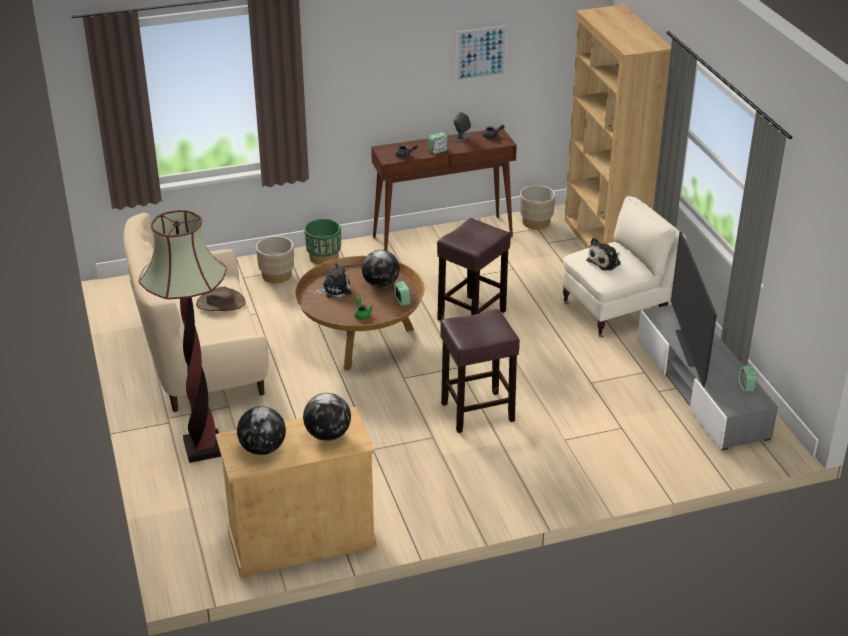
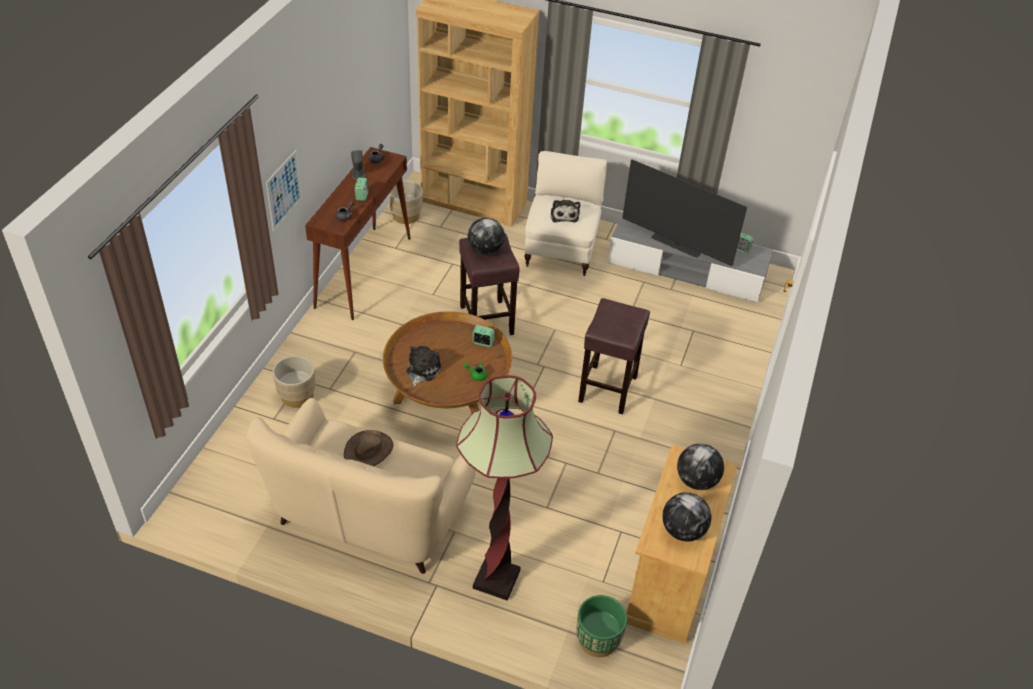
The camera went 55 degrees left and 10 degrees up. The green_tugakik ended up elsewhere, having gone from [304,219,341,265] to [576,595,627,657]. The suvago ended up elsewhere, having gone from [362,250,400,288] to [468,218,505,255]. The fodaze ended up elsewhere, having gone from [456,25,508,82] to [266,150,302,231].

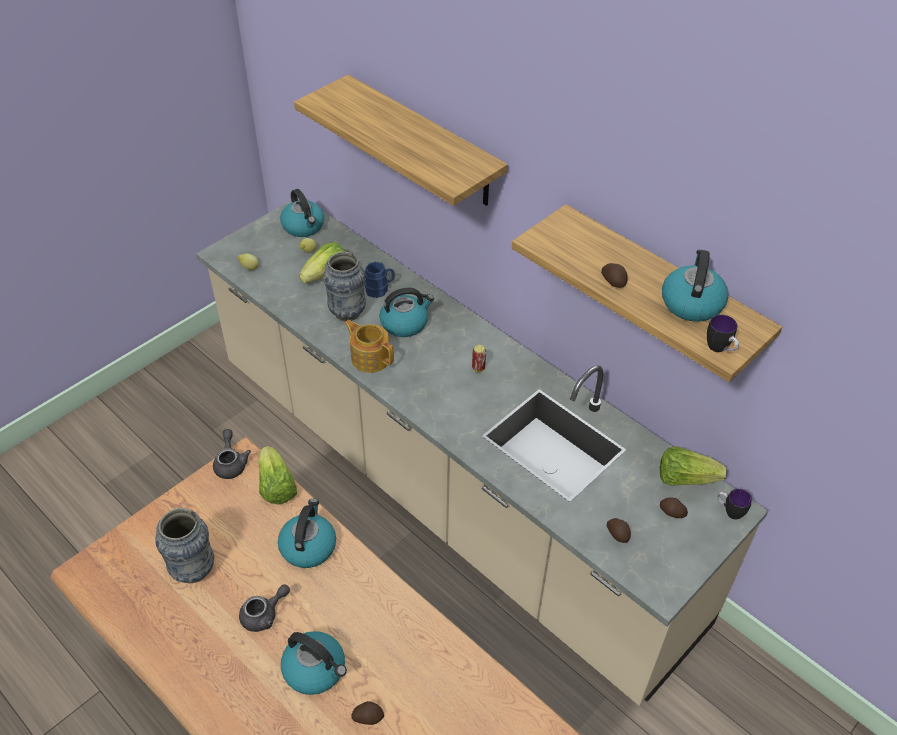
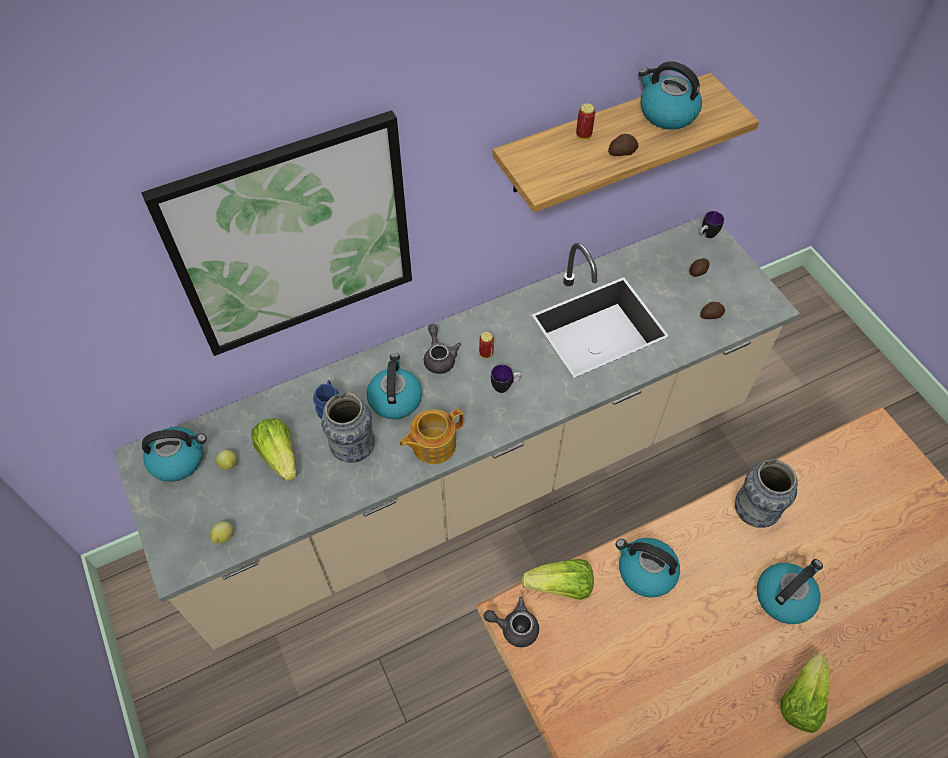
The camera went 70 degrees left and 10 degrees up. The second view lost the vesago at [351,701,384,725]. The second view gained the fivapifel at [576,103,595,140]. The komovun ended up elsewhere, having gone from [155,508,214,583] to [735,459,798,528]. The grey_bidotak ended up elsewhere, having gone from [239,585,290,632] to [424,324,461,374]. The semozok ended up elsewhere, having gone from [660,446,727,486] to [780,654,830,733]. The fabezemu ended up elsewhere, having gone from [707,314,739,352] to [491,364,522,393]. Where the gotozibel hung at [294,75,508,206], the fodaze came to hang at [142,110,412,356].

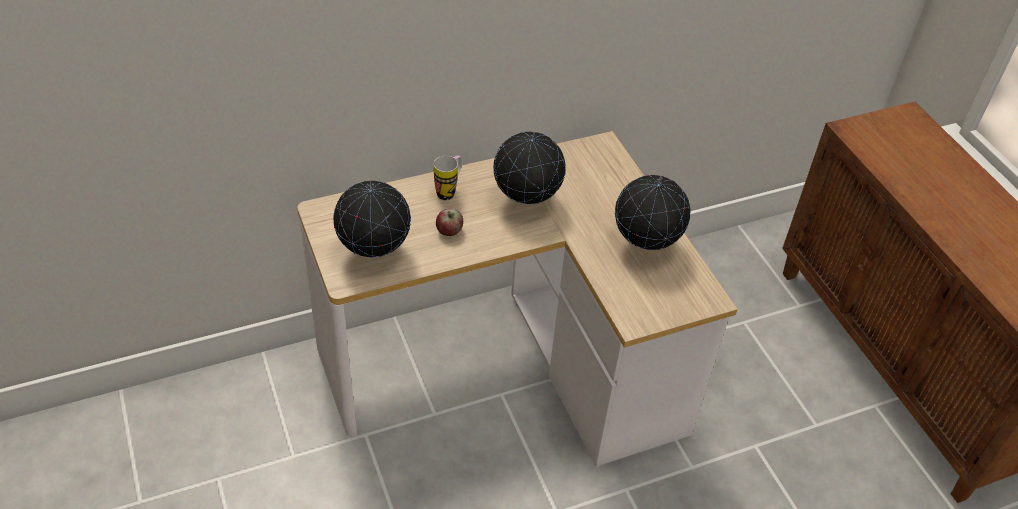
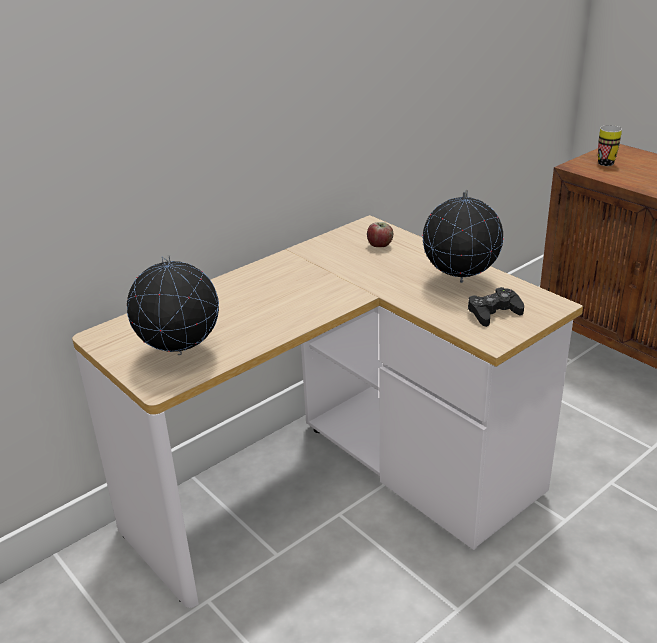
The camera went 15 degrees left and 15 degrees down. The second view lost the suvago at [493,131,566,204]. The second view gained the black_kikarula at [468,287,524,327]. The fabezemu ended up elsewhere, having gone from [434,155,462,200] to [598,125,622,166]. The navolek ended up elsewhere, having gone from [436,209,463,236] to [367,222,393,247].

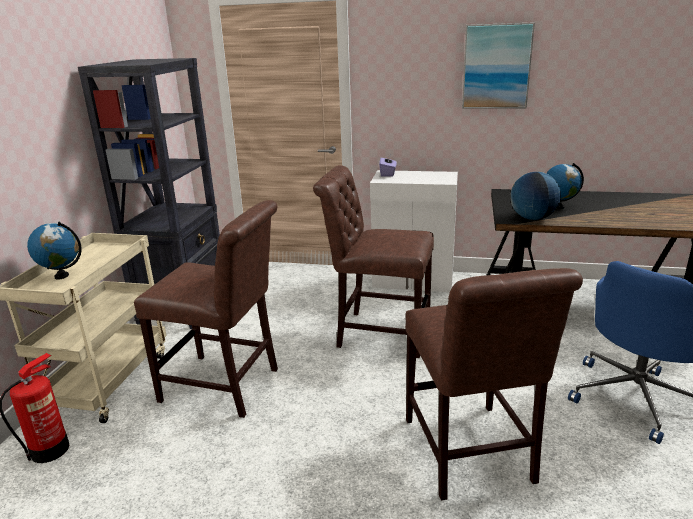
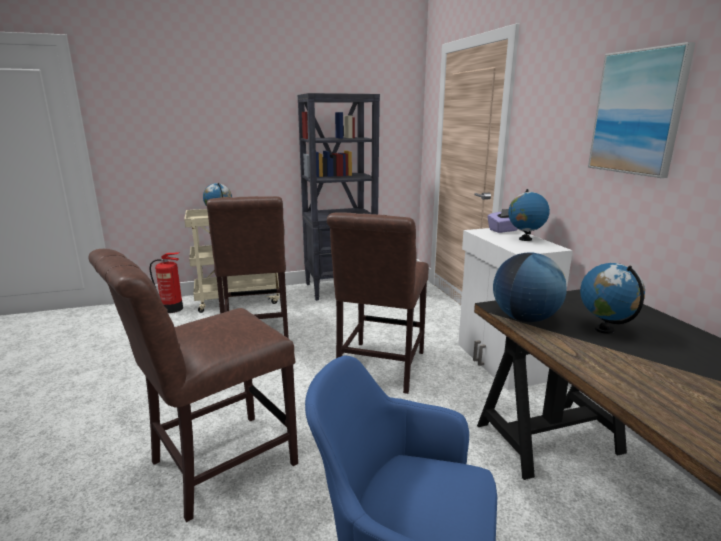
The camera went 60 degrees right and 5 degrees down. The second view gained the suvago at [508,189,550,241]. The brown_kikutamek at [313,165,434,358] ended up facing another way, 150 degrees counterclockwise from before.

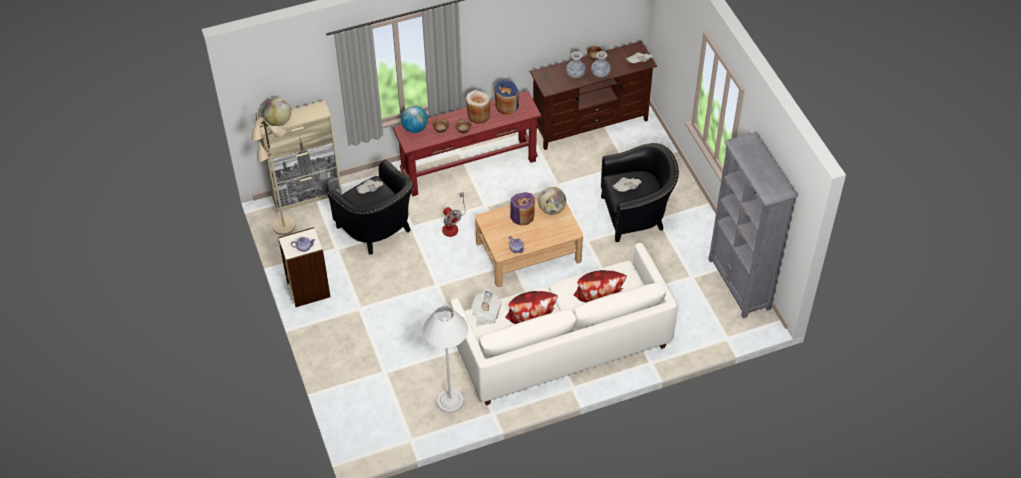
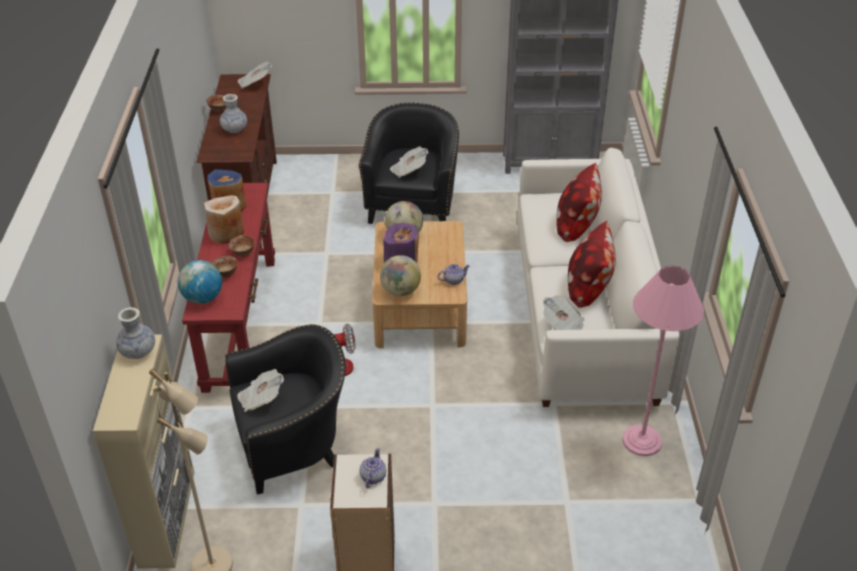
The camera went 70 degrees left and 10 degrees down. The suvago ended up elsewhere, having gone from [262,98,291,126] to [380,255,421,296]. The komovun ended up elsewhere, having gone from [591,51,611,78] to [116,307,155,359]. What was the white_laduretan at [423,306,468,413] turned into the pink_laduretan at [622,266,704,456].

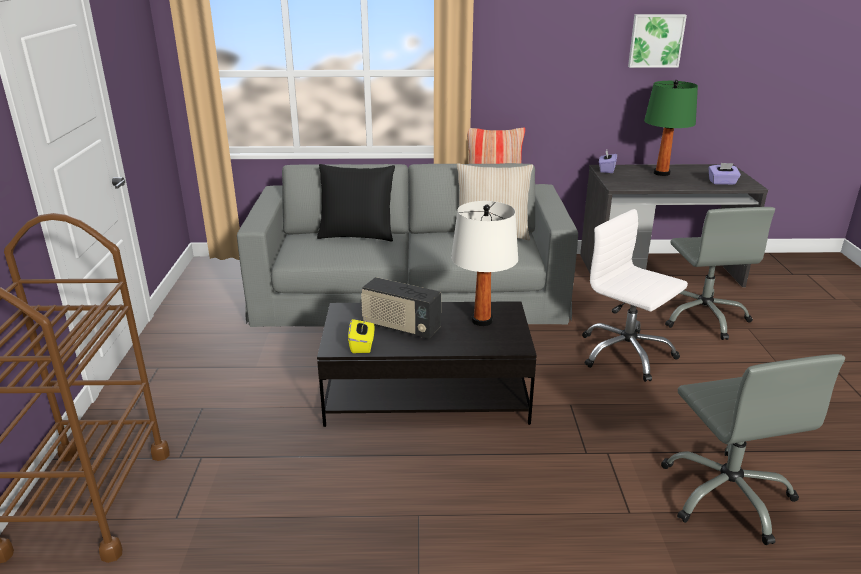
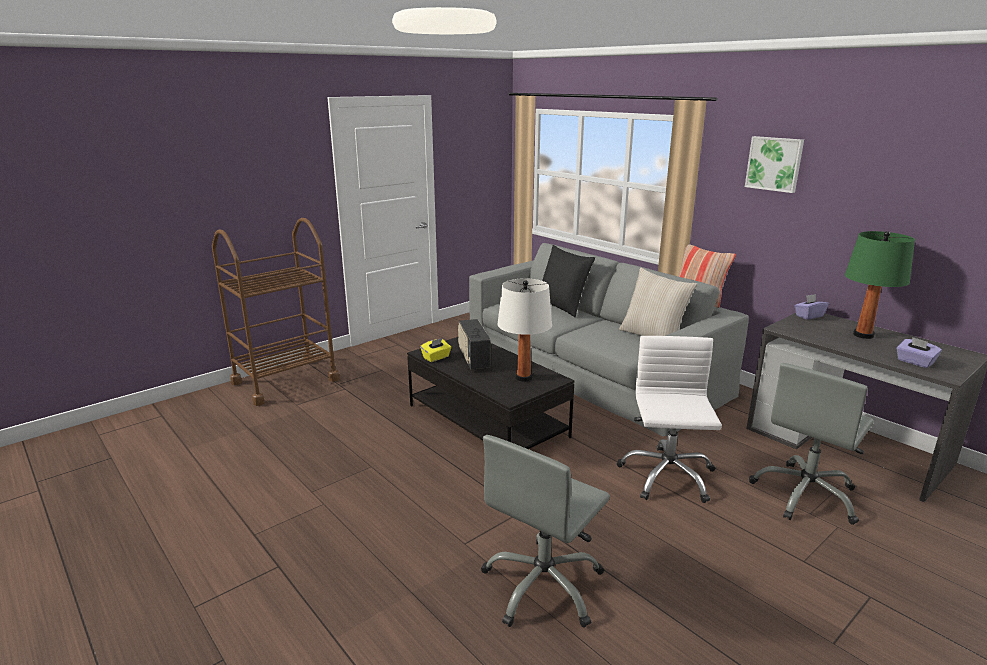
The camera went 50 degrees right and 5 degrees down. The fodaze ended up elsewhere, having gone from [628,14,687,68] to [745,136,804,193].

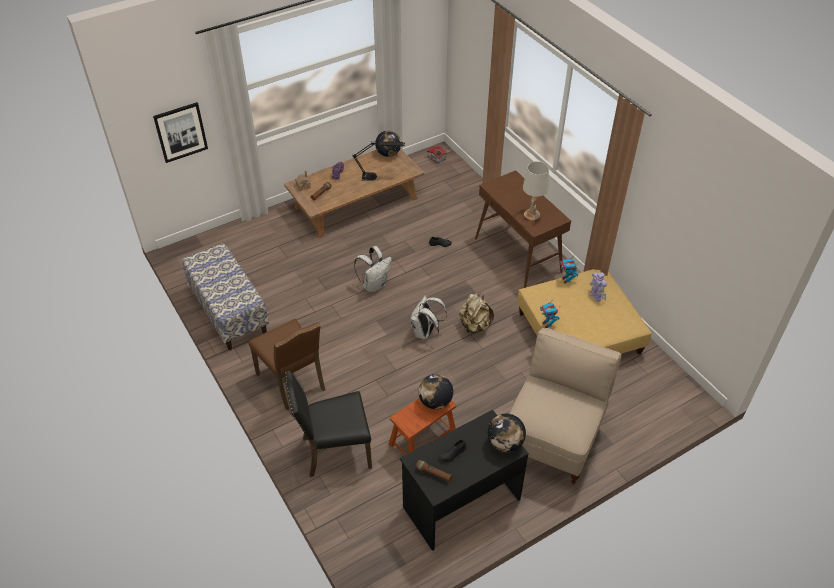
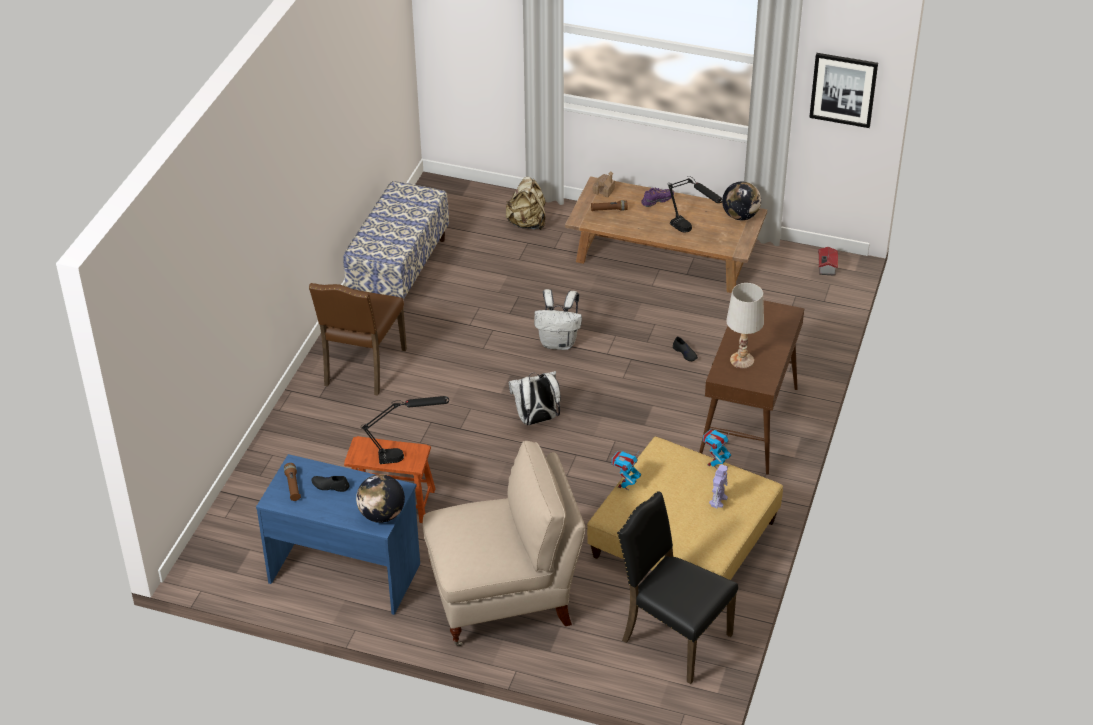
The camera went 50 degrees right and 5 degrees down. The fodaze ended up elsewhere, having gone from [153,102,208,163] to [809,53,878,128]. The black_kikutamek ended up elsewhere, having gone from [285,371,372,477] to [617,492,738,684]. The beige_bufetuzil ended up elsewhere, having gone from [459,293,494,334] to [506,177,546,230]. Where the suvago stood at [418,374,453,409], the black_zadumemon came to stand at [361,396,449,464]. What was the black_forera at [400,410,529,551] turned into the blue_forera at [256,454,420,615].

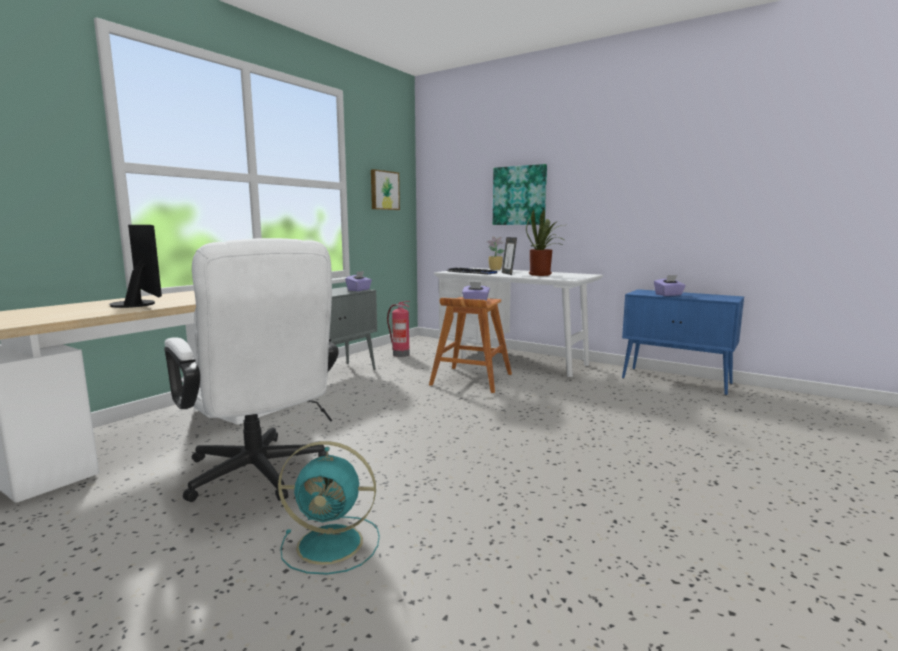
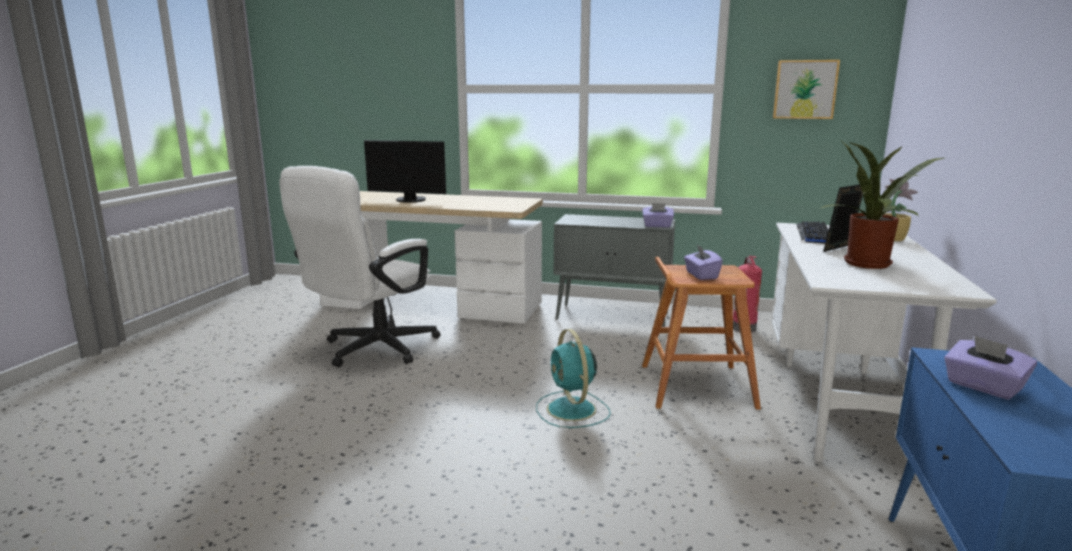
The camera went 70 degrees right and 5 degrees up. The second view lost the fodaze at [493,164,547,225]. The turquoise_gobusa ended up elsewhere, having gone from [278,441,380,575] to [536,329,611,428]. The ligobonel at [109,225,162,308] ended up facing another way, 75 degrees clockwise from before.

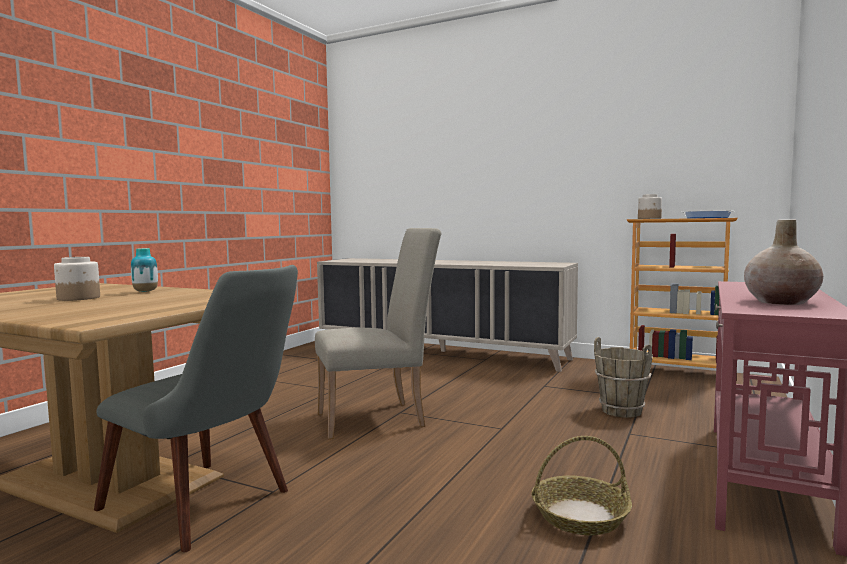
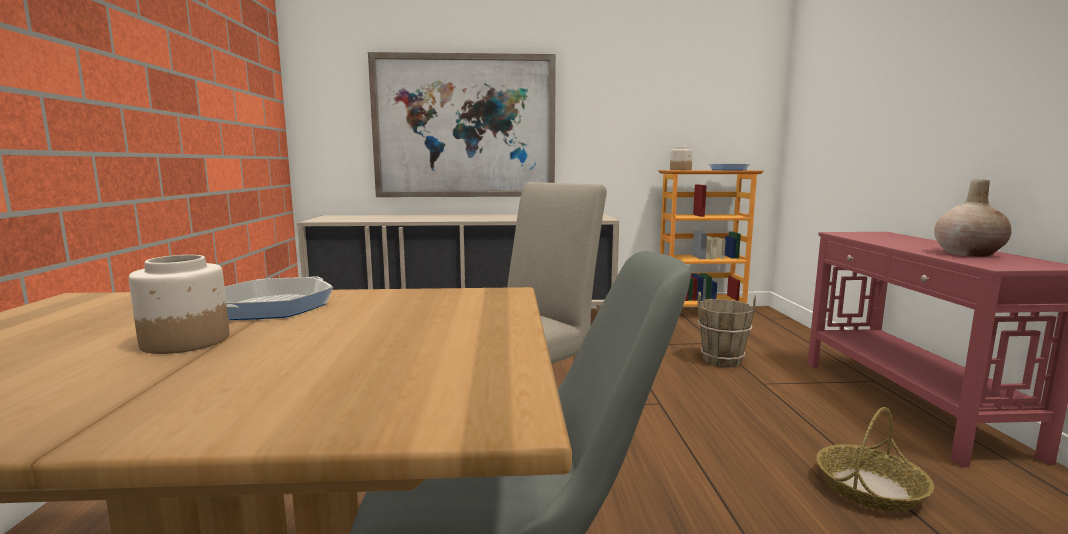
The camera went 30 degrees left and 5 degrees up. The second view gained the fodaze at [368,52,556,197]. Where the komovun stood at [131,248,158,292], the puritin came to stand at [225,277,333,320].

